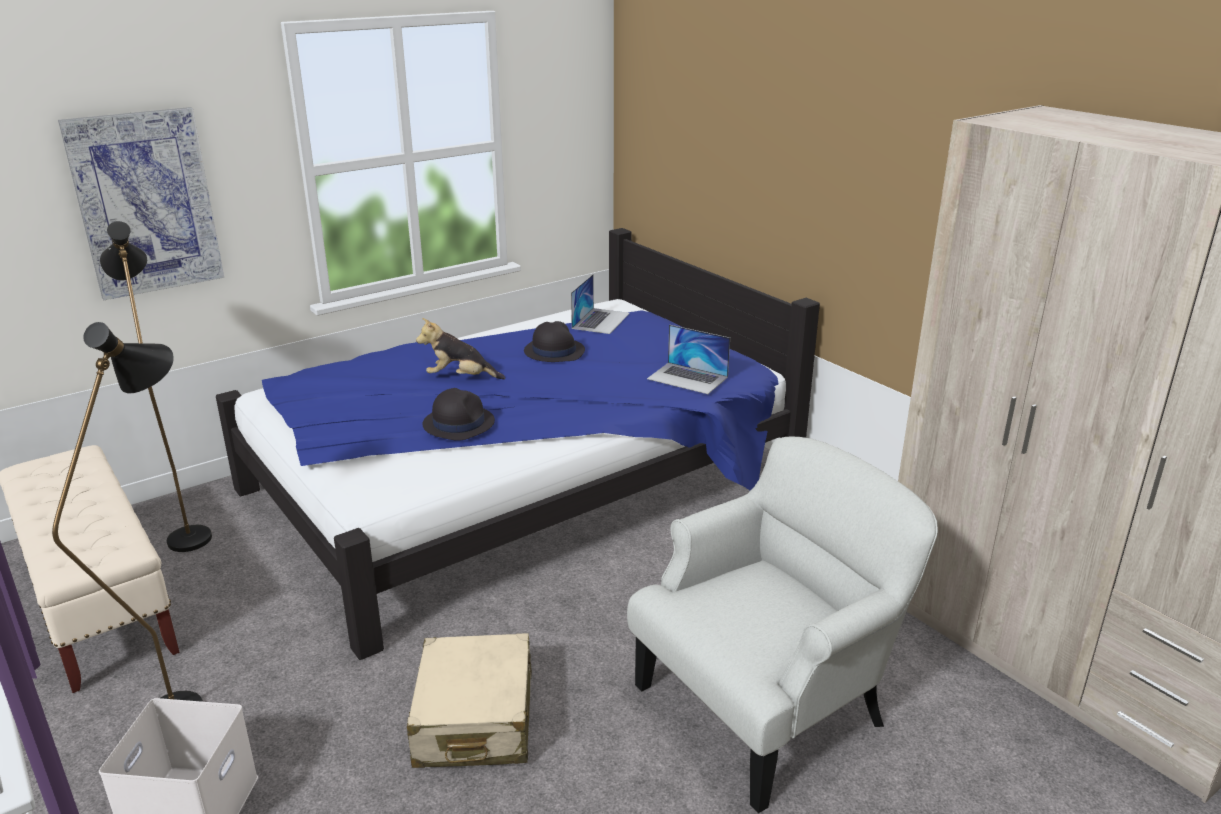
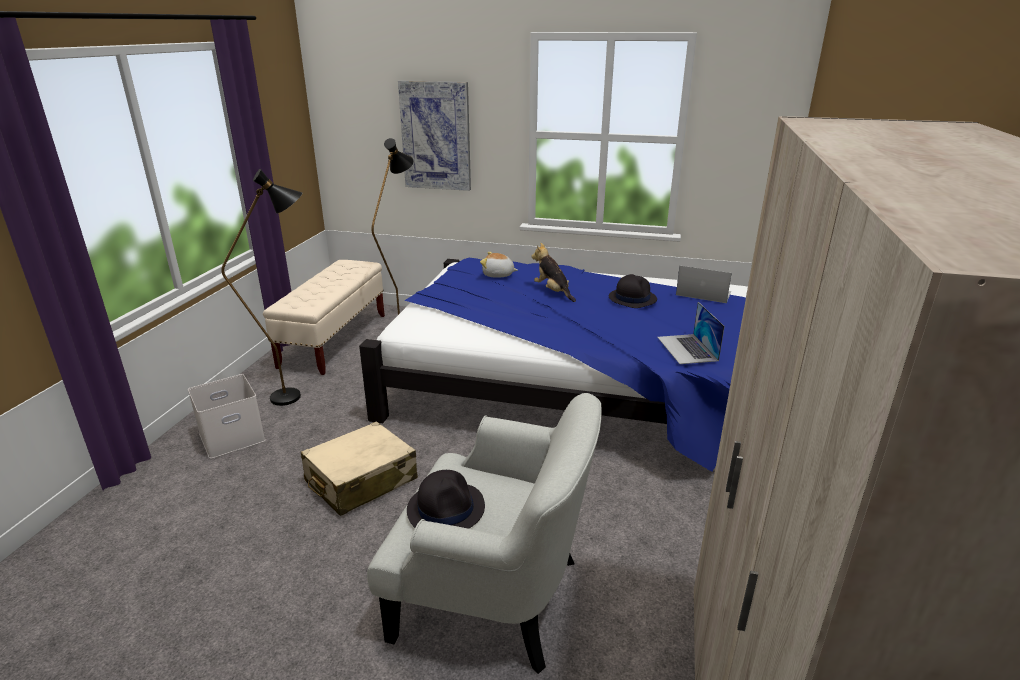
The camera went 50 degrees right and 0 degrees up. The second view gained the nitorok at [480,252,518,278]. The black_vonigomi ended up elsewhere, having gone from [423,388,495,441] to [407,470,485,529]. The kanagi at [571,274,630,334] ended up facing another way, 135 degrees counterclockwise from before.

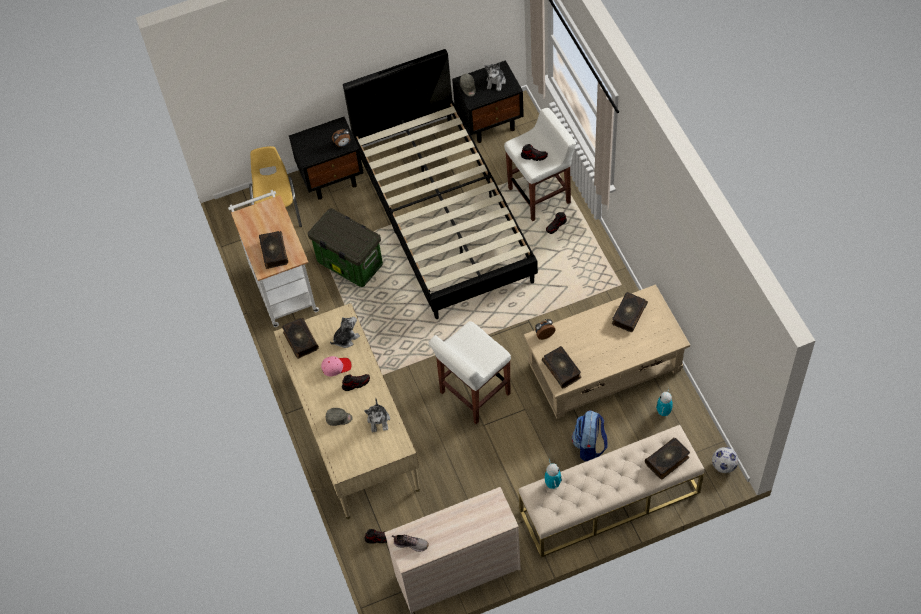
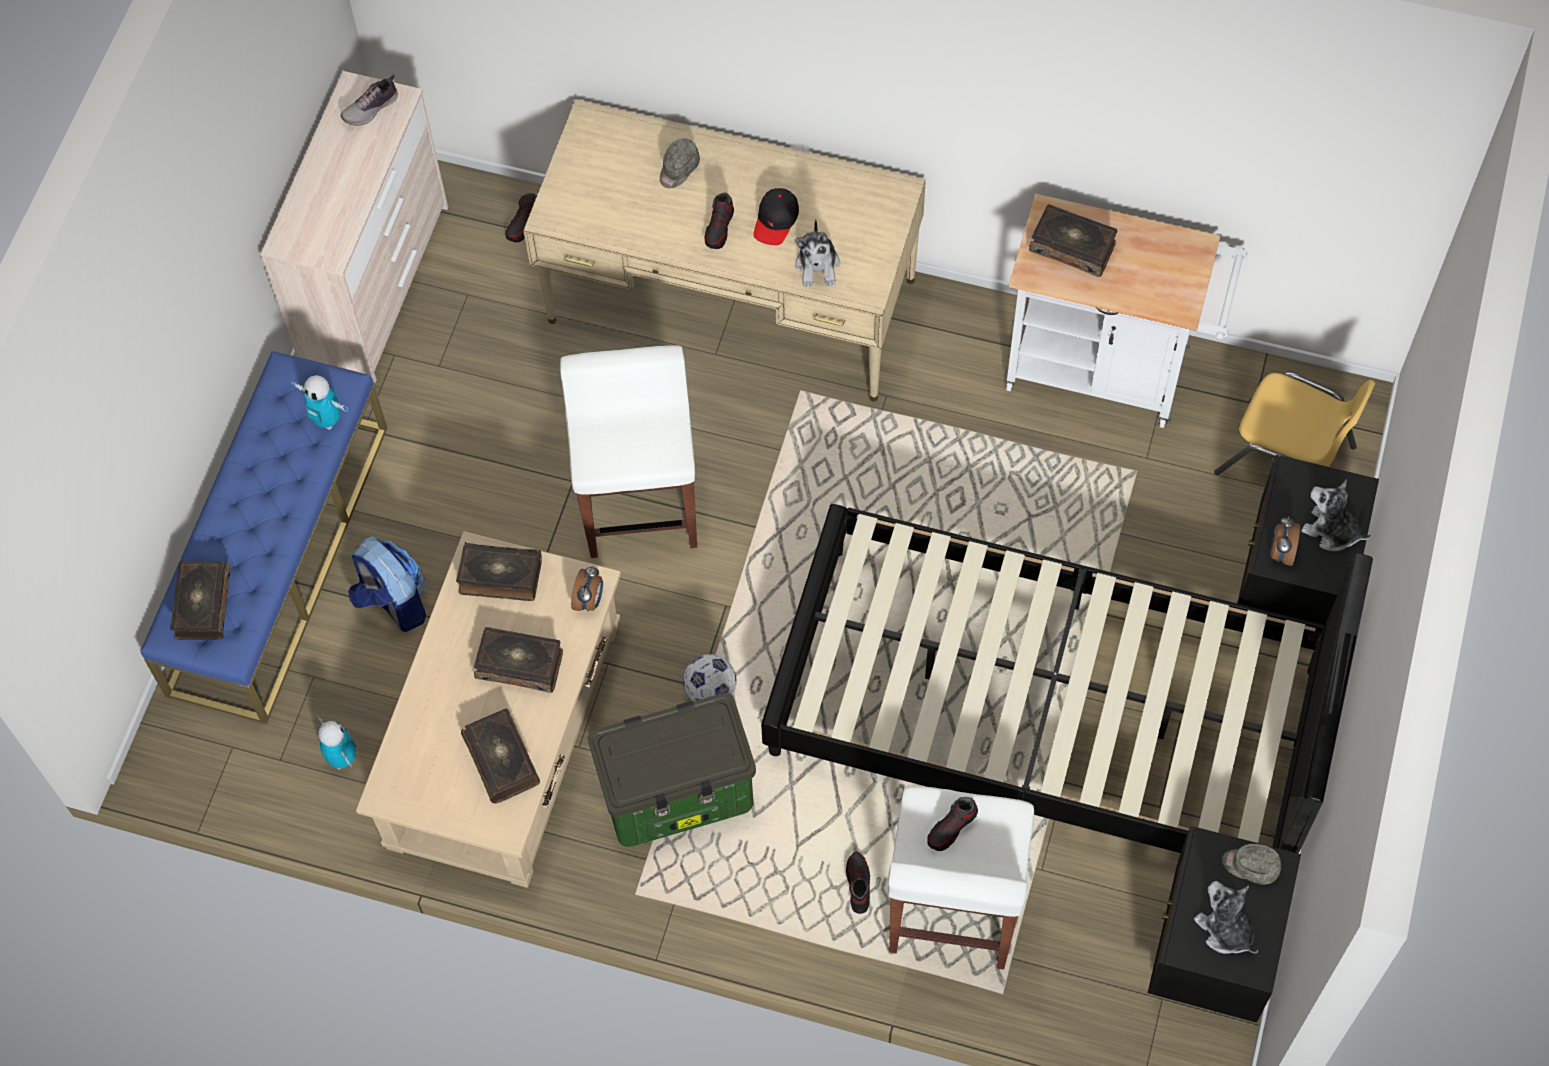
The camera went 125 degrees right and 5 degrees up. The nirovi ended up elsewhere, having gone from [282,318,319,359] to [474,627,563,693]. The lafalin ended up elsewhere, having gone from [308,208,383,287] to [587,692,756,847]. The nitorok ended up elsewhere, having gone from [364,398,390,432] to [1301,480,1372,551]. The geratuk ended up elsewhere, having gone from [712,447,738,473] to [683,654,737,701]. What was the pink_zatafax at [321,356,352,376] turned into the black_zatafax at [754,188,799,245]. What was the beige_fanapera at [519,425,705,557] turned into the blue_fanapera at [141,351,387,724].

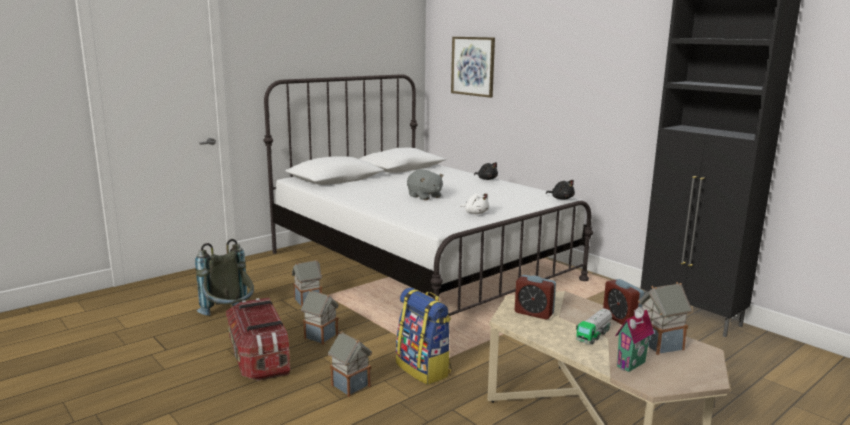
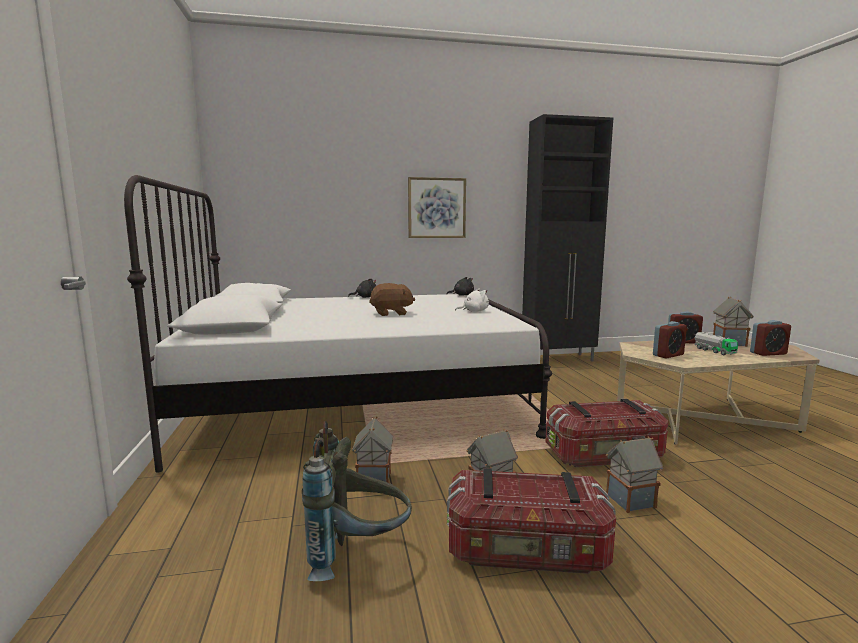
The camera went 60 degrees left and 5 degrees down. The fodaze ended up elsewhere, having gone from [451,37,495,98] to [408,177,466,238]. Where the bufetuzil stood at [396,288,451,385], the lafalin came to stand at [545,399,668,467]. Where the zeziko stood at [615,307,654,372], the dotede came to stand at [750,320,791,356]. What was the grey_nitorok at [407,169,444,200] turned into the brown_nitorok at [369,283,415,316].

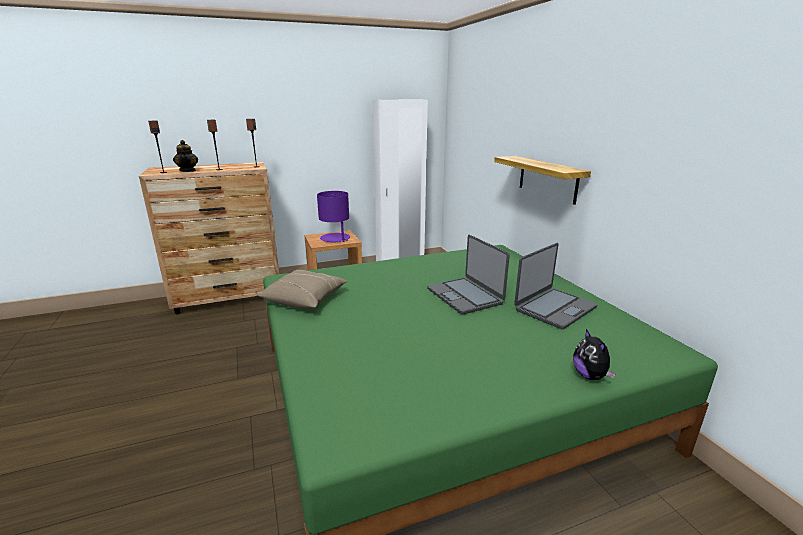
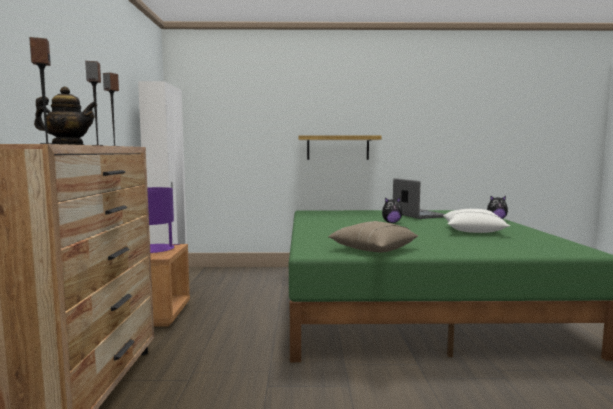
The camera went 70 degrees left and 15 degrees down. The second view gained the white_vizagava at [443,209,510,233]. Where the kanagi stood at [427,235,510,315], the nitorok came to stand at [382,197,402,223].

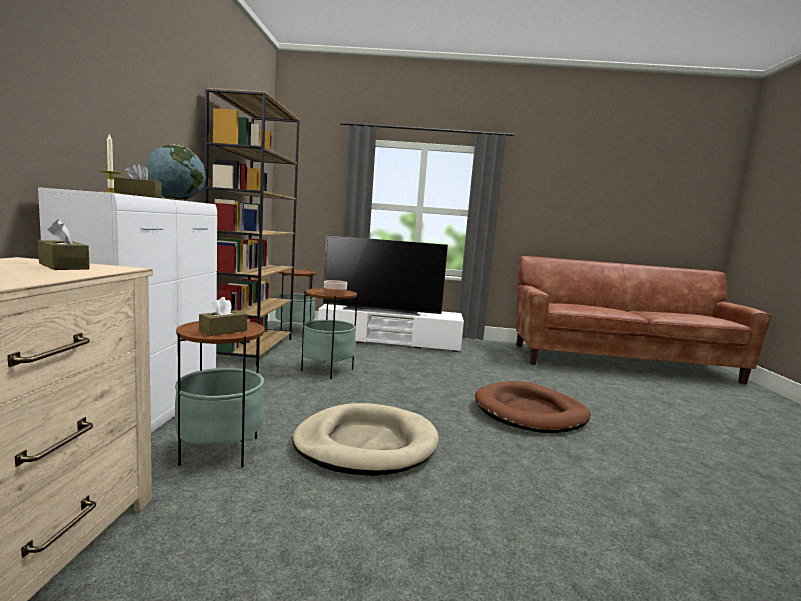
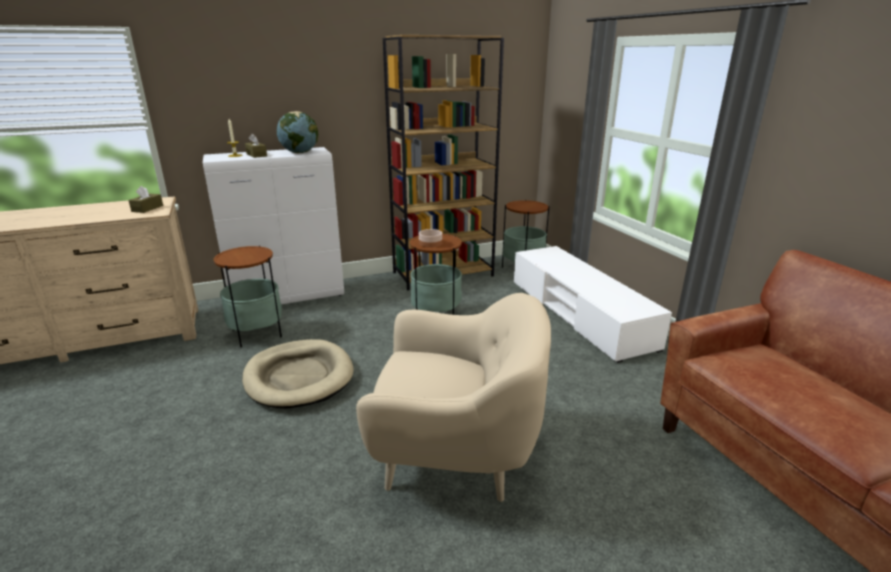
The camera went 65 degrees right and 15 degrees up. The second view lost the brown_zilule at [199,297,247,336]. The second view lost the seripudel at [323,235,448,316]. Where the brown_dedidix stood at [475,381,591,433], the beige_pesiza came to stand at [356,293,551,502].

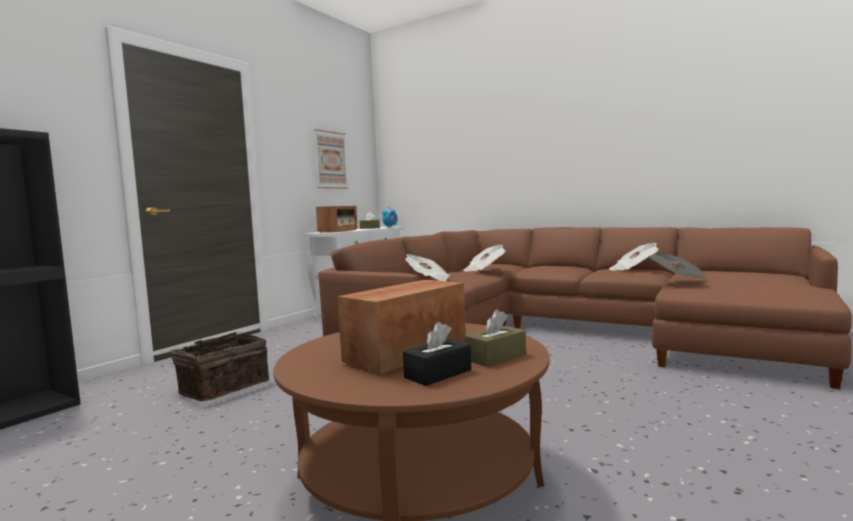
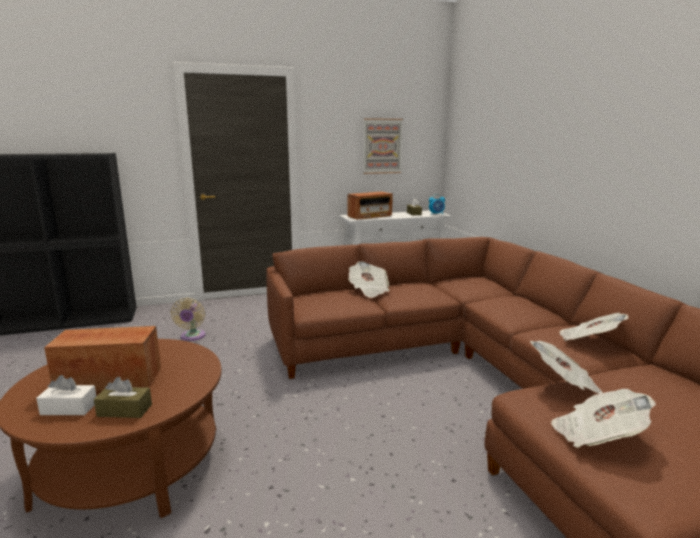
The camera went 40 degrees right and 10 degrees up. The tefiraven ended up elsewhere, having gone from [464,245,505,272] to [551,389,656,448]. Where the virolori stood at [170,332,269,401], the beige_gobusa came to stand at [171,298,206,341]. What was the black_zilule at [403,322,471,386] turned into the white_zilule at [36,375,97,415].

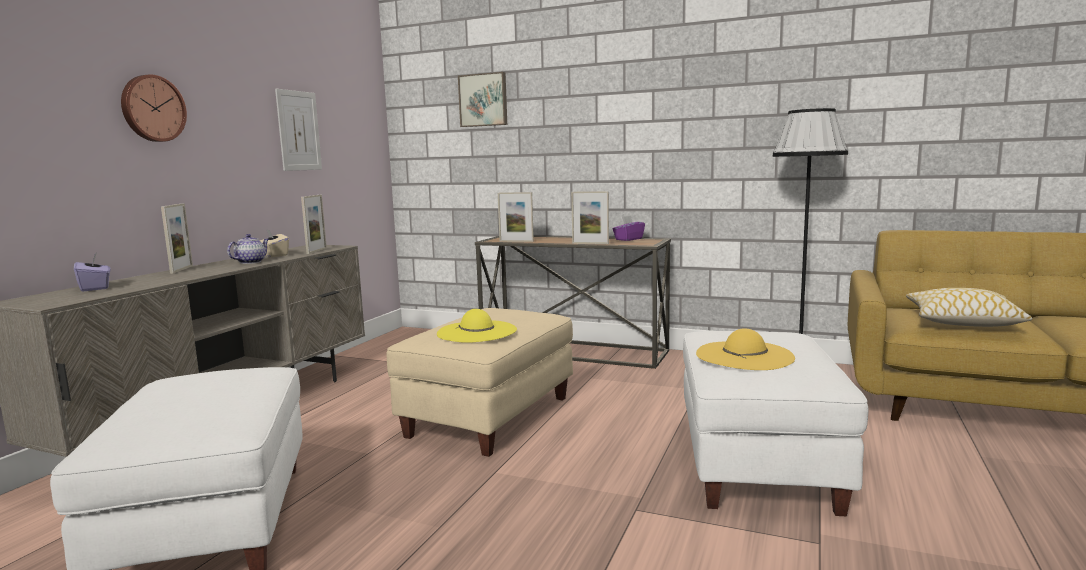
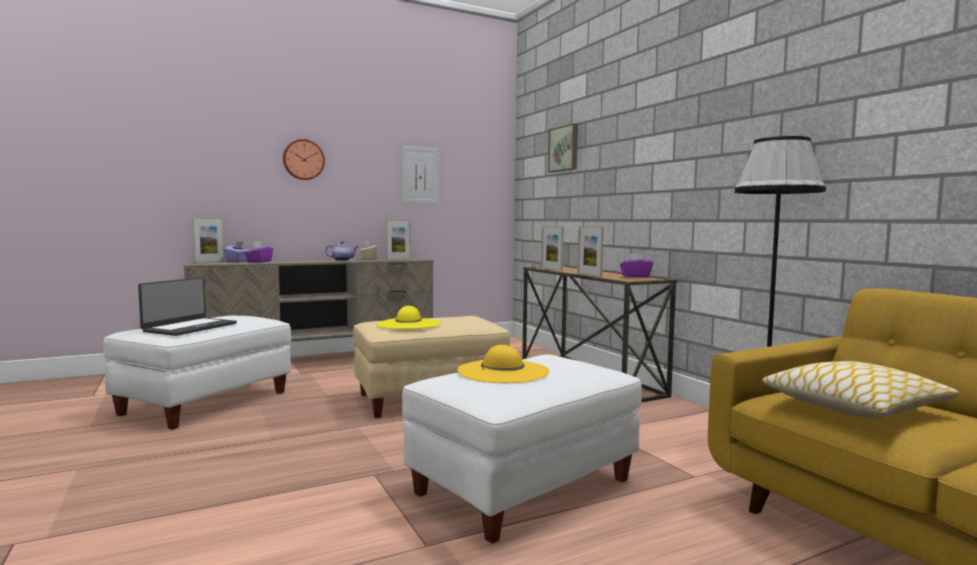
The camera went 40 degrees right and 5 degrees down. The second view gained the kanagi at [138,277,237,336]. The second view gained the purple_zilule at [245,242,273,263]. The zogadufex ended up elsewhere, having gone from [161,203,193,274] to [192,217,225,263].

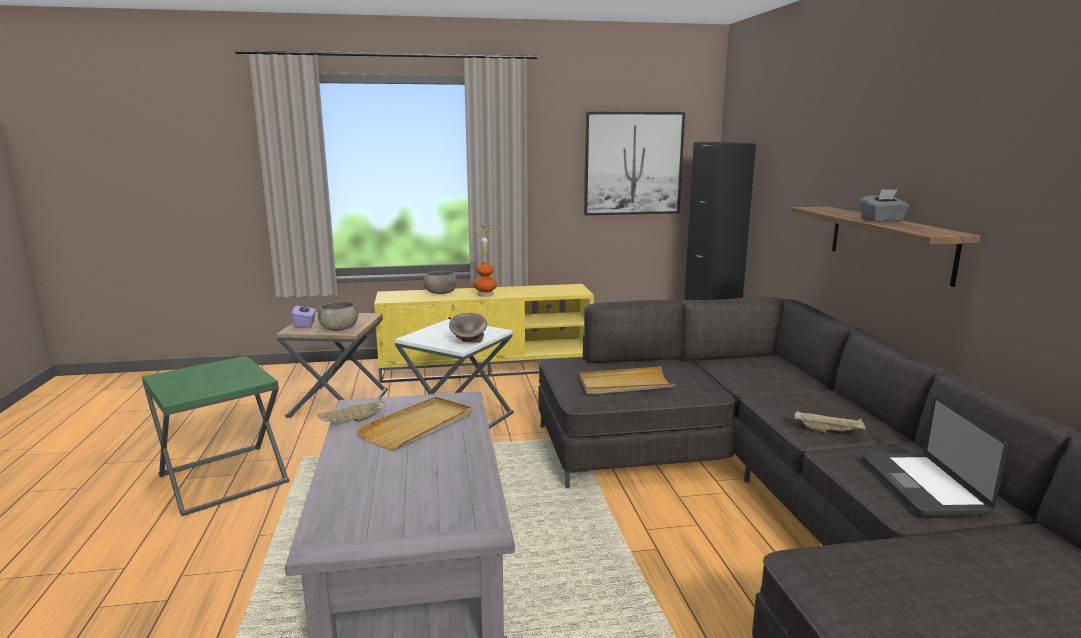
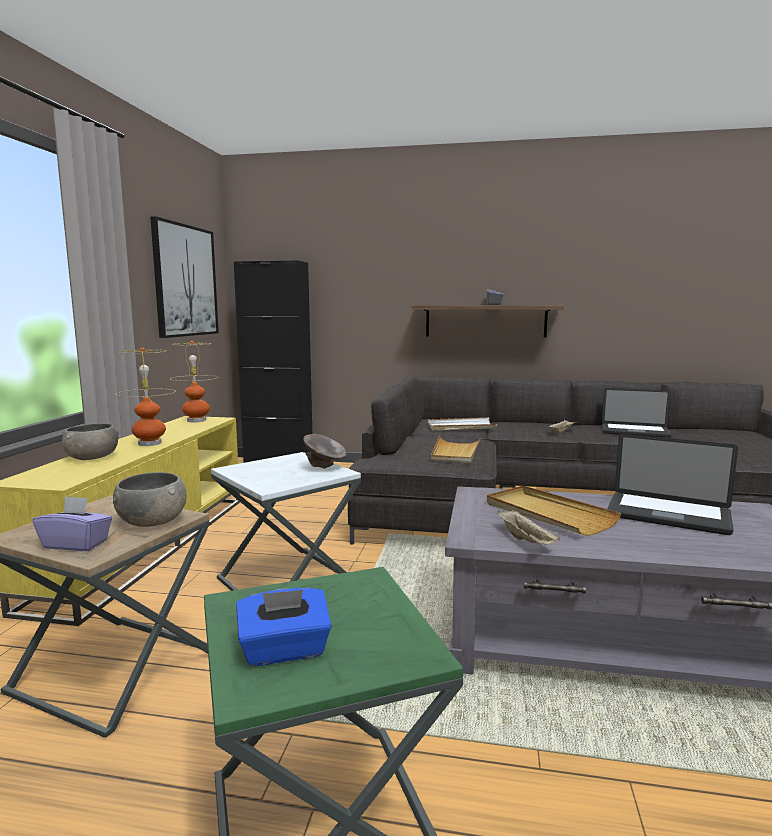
The camera went 70 degrees left and 5 degrees down. The second view gained the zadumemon at [170,341,218,422]. The second view gained the blue_zilule at [236,588,332,666]. The second view gained the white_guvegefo at [428,417,497,431]. The second view gained the kanagi at [607,434,738,535].

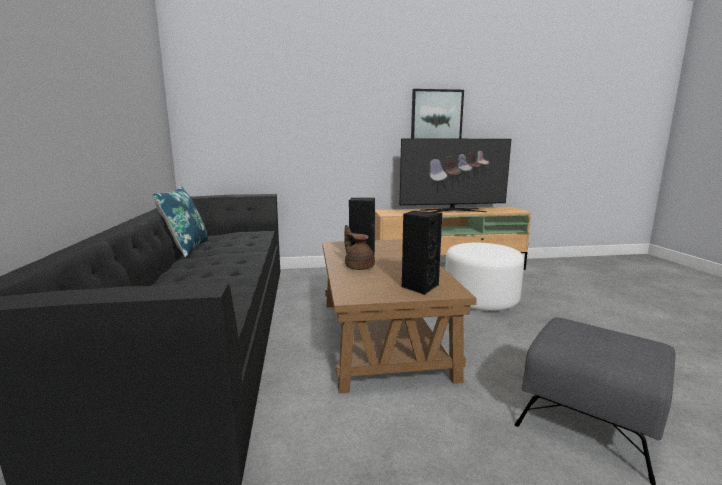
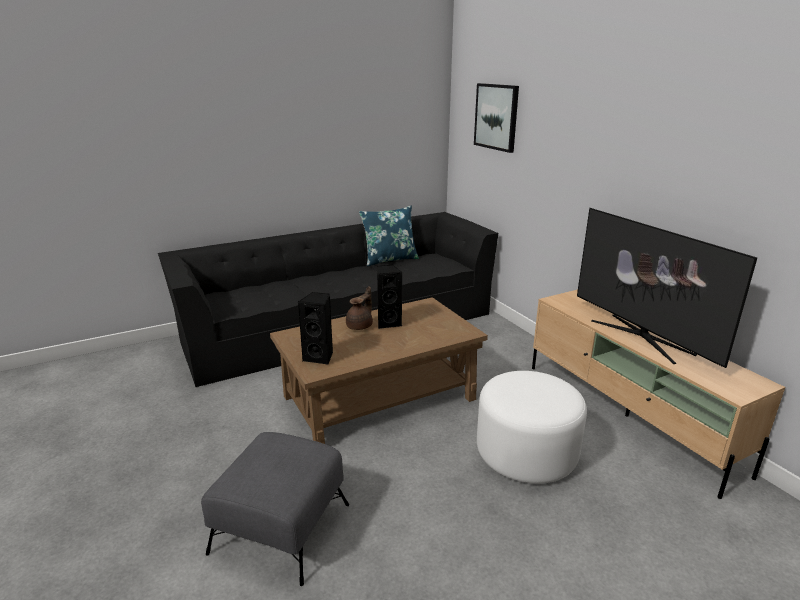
The camera went 70 degrees right and 10 degrees up. The fodaze ended up elsewhere, having gone from [411,89,464,139] to [474,83,519,153].

